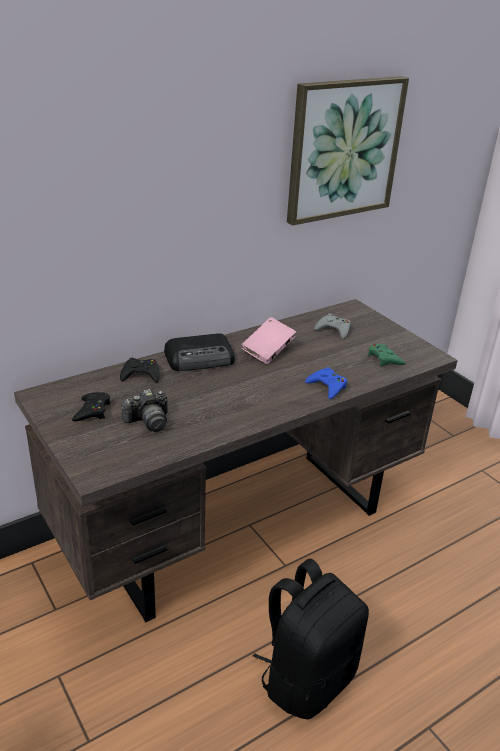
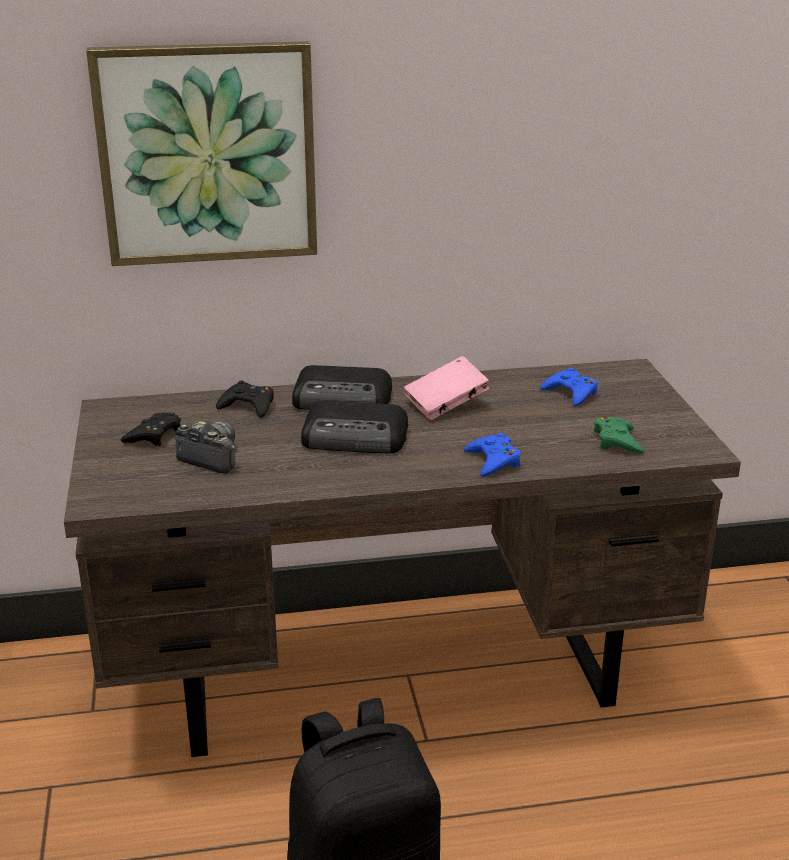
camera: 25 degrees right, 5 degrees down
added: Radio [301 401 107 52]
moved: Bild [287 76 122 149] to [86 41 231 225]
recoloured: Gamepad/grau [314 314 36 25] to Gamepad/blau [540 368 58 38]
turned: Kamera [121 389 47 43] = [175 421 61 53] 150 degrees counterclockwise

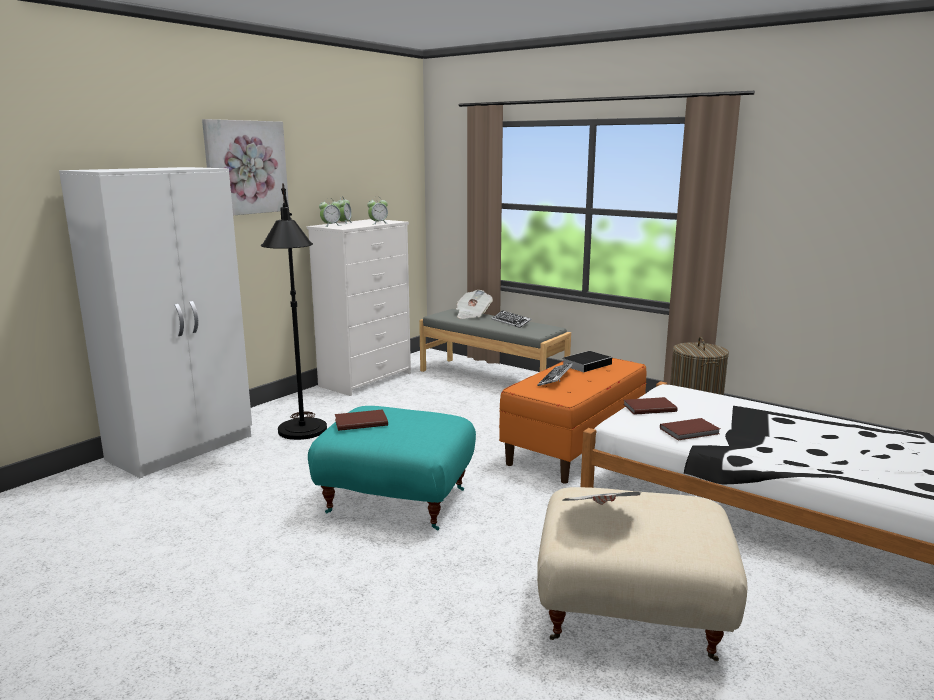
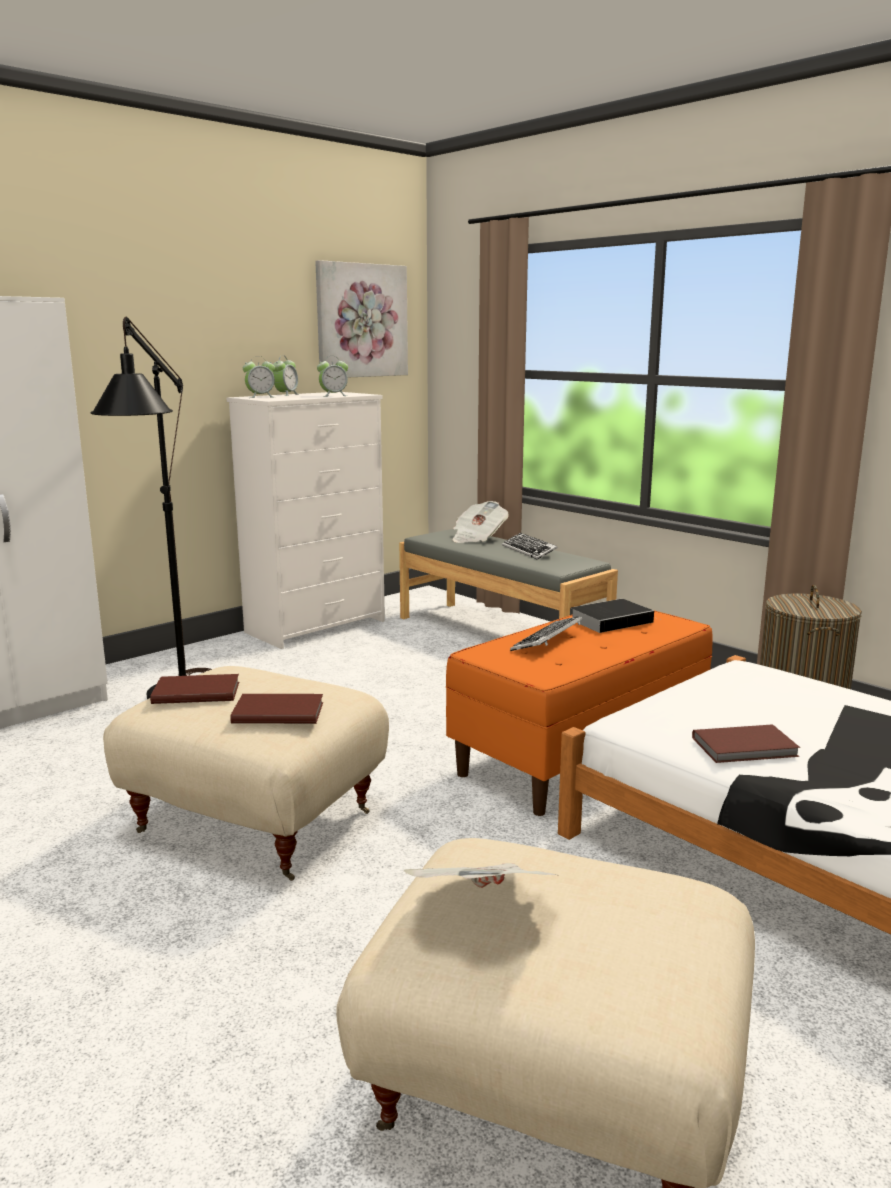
camera: 10 degrees right, 0 degrees up
moved: Bild [202 119 87 96] to [315 260 93 117]; Buch/braun [623 397 54 18] to [230 694 93 30]
recoloured: Polsterhocker/türkis [308 406 168 124] to Polsterhocker/beige [103 666 286 215]

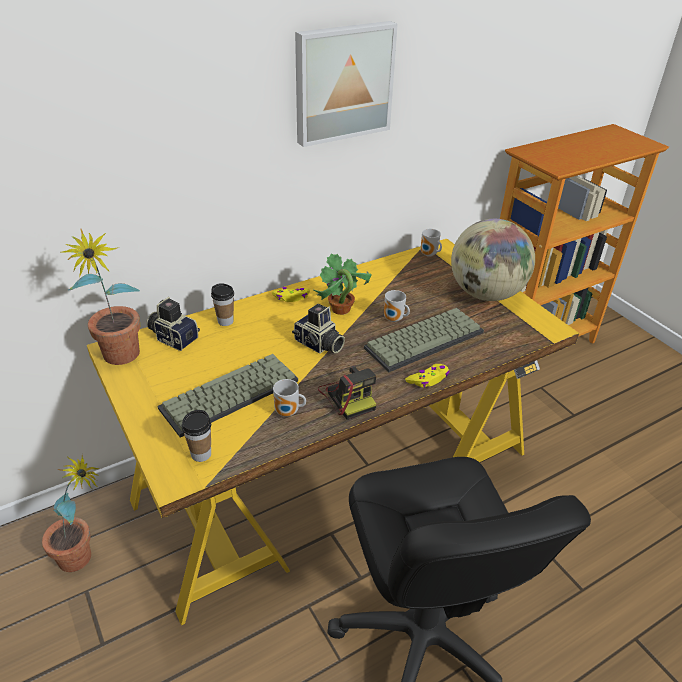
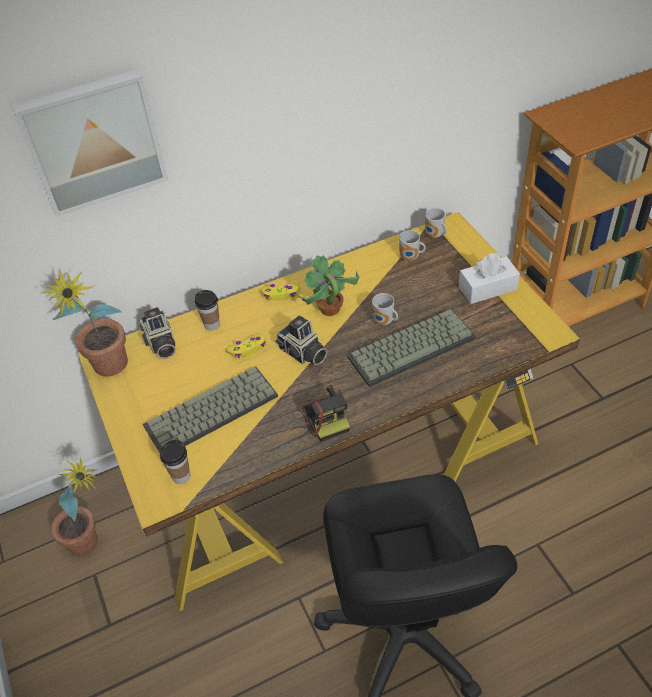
camera: 10 degrees right, 10 degrees up
moved: Bild [295 21 103 126] to [11 69 157 148]; Gamepad/gelb [405 364 45 23] to [225 333 41 25]; Henkelbecher [273 379 33 38] to [399 230 27 31]
replaced: Globus [451 219 84 82] to Taschentuchbox/weiß [459 253 61 51]
turned: Kamera [146 297 54 54] = [139 307 37 52] 150 degrees counterclockwise

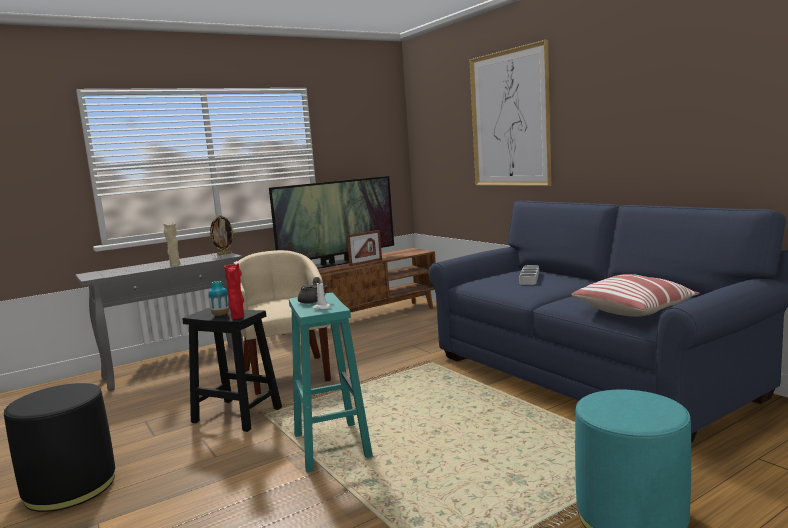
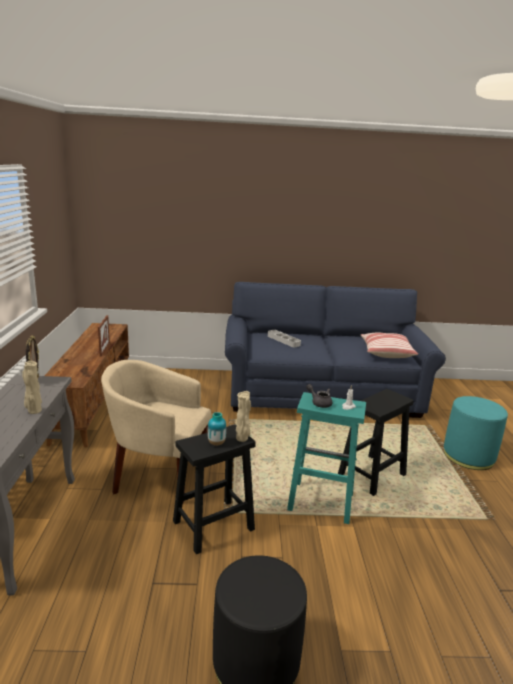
camera: 60 degrees left, 10 degrees up
removed: Bild [469 40 83 146]; Fernseher [269 176 125 93]
added: Hocker/schwarz [338 389 76 107]
recoloured: Vase/rot [224 263 20 56] to Vase/beige [236 391 15 51]

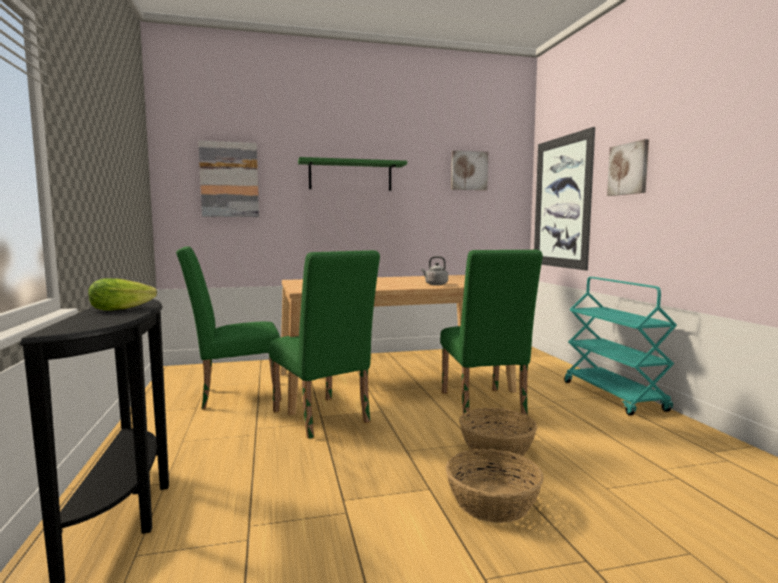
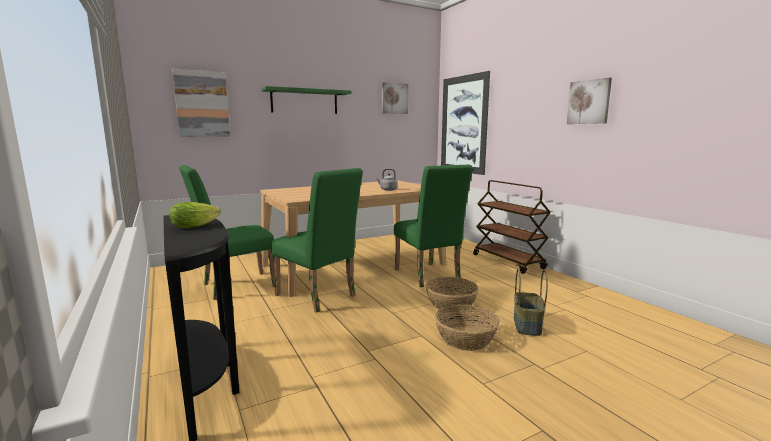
camera: 15 degrees left, 5 degrees up
added: Korb [514 269 34 67]
moved: Bild [607 139 42 57] to [567 78 45 46]
recoloured: Rollwagen/türkis [564 277 113 139] to Rollwagen/braun [473 180 78 94]

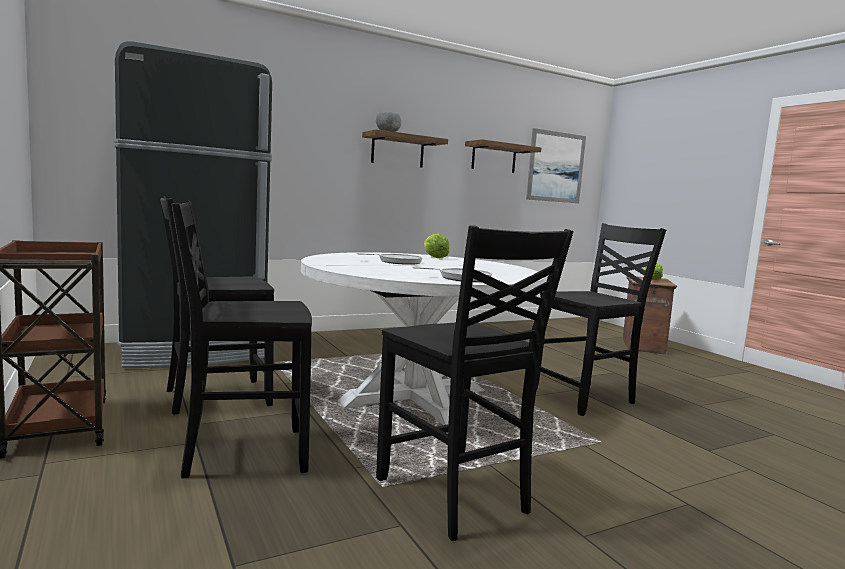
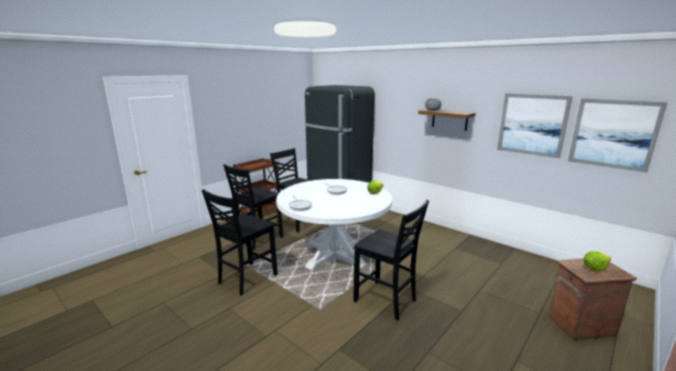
camera: 70 degrees right, 10 degrees up
replaced: Wandregal [465 139 77 34] to Bild [497 93 76 65]
turned: Stuhl/schwarz [171 201 141 278] = [223 164 60 86] 105 degrees counterclockwise

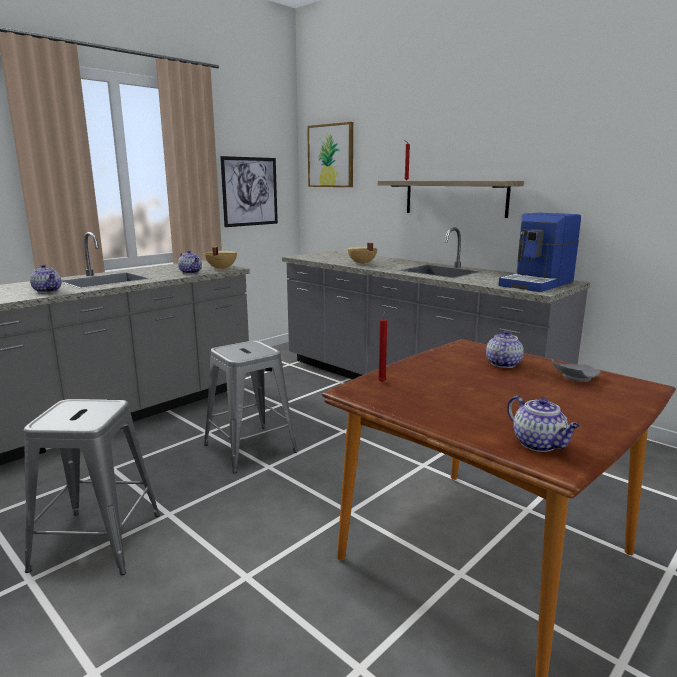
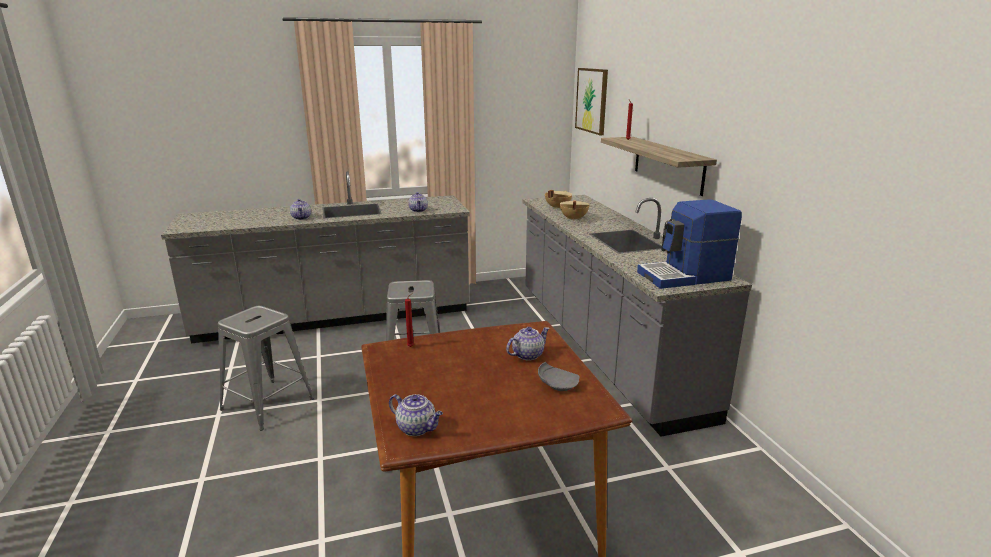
camera: 30 degrees right, 5 degrees up
removed: Bild [220 156 58 71]
moved: Kochtopf/beige [205 247 32 23] to [545 190 27 19]
turned: Teekanne [507 396 73 56] = [389 394 54 42] 60 degrees counterclockwise

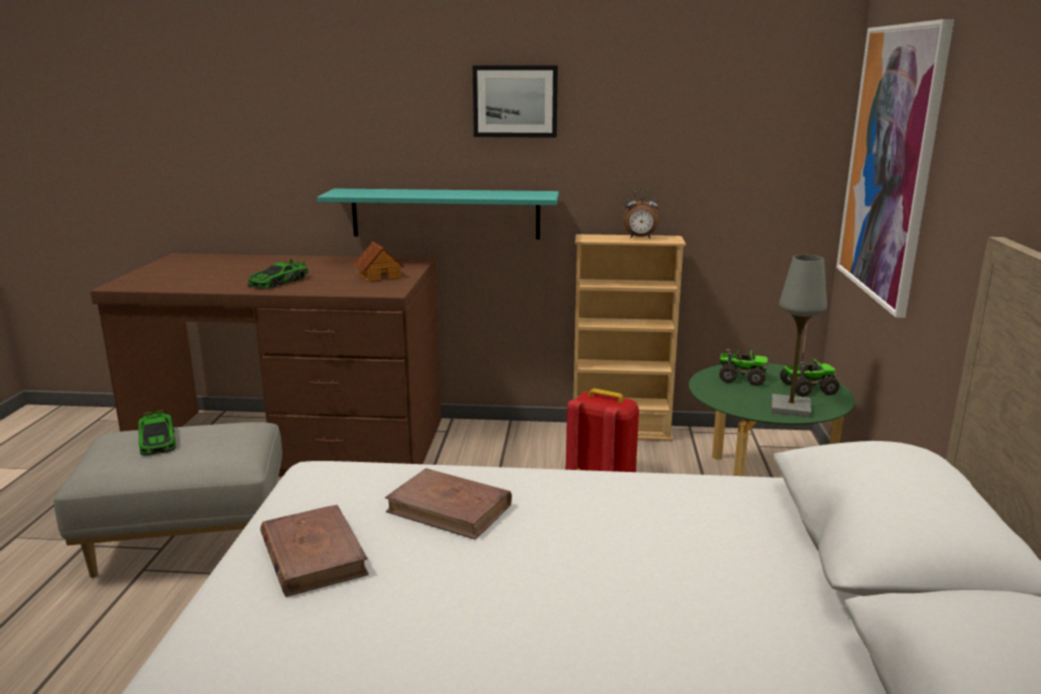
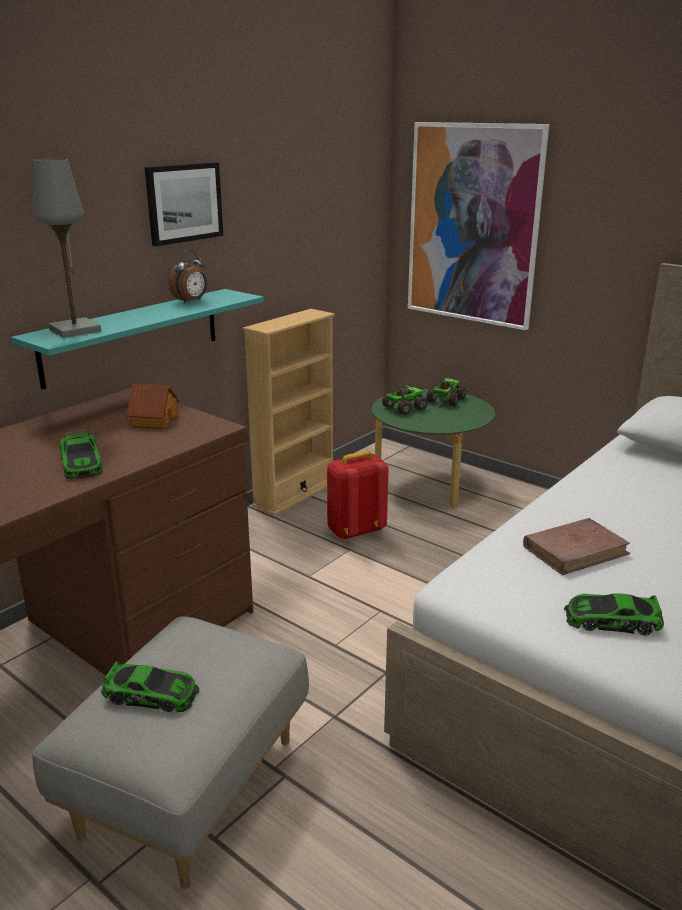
camera: 55 degrees left, 5 degrees up
moved: Wecker [623 190 36 48] to [169 250 38 54]; Tischlampe/grau [771 255 56 163] to [33 159 68 179]
replaced: Buch/braun [260 505 109 92] to Spielzeugauto [564 593 100 43]

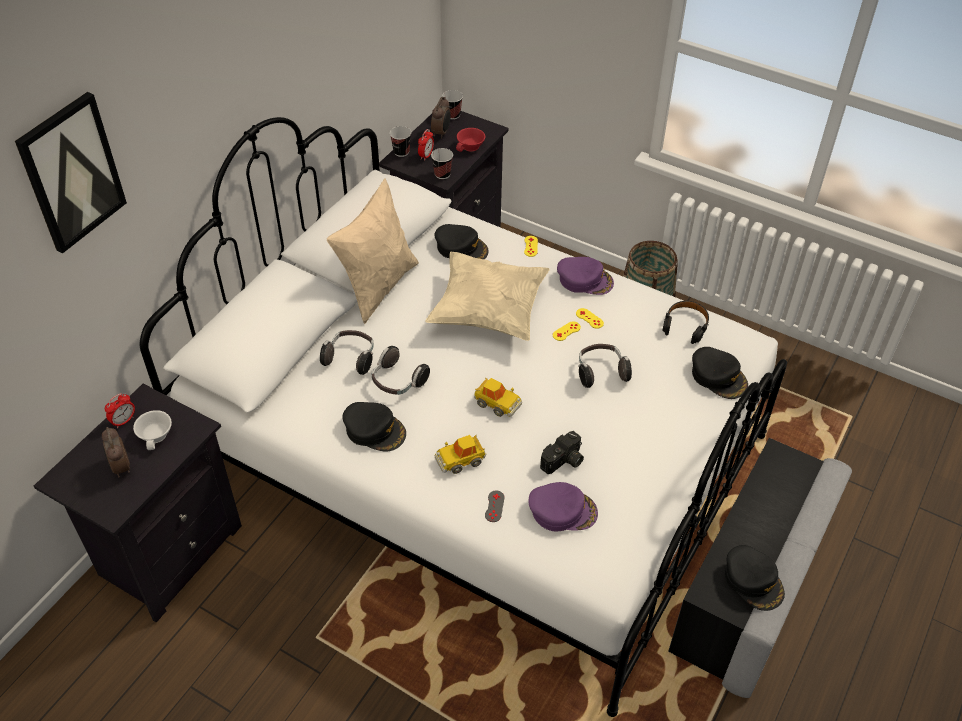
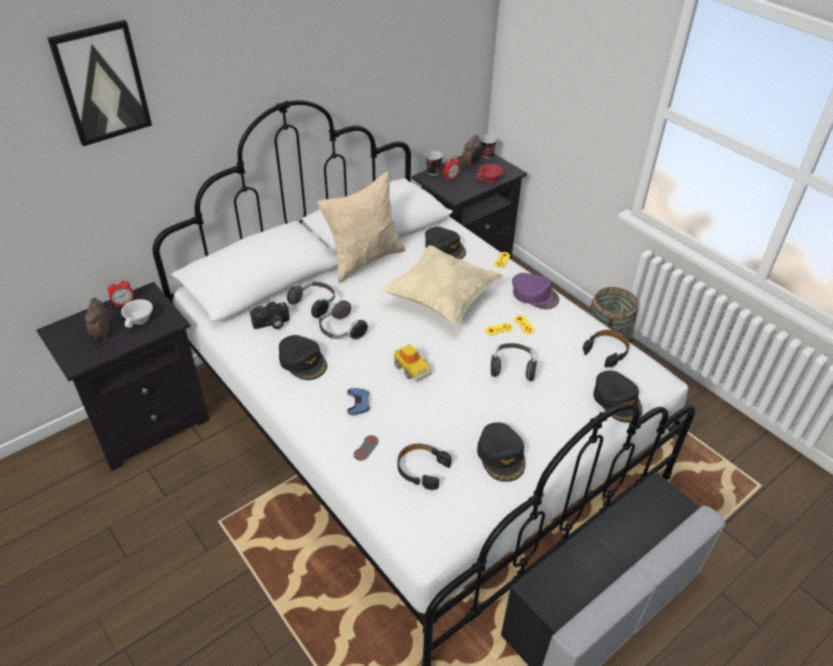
camera: 20 degrees right, 5 degrees down
removed: Tasse [431 148 22 31]
moved: Kamera [540 431 44 43] to [250 302 40 27]; Kappe/schwarz [725 545 60 66] to [477 422 48 60]
replaced: Spielzeugauto [435 435 51 39] to Gamepad/blau [347 388 22 27]; Kappe/lila [529 482 69 50] to Kopfhörer/schwarz [398 444 54 46]

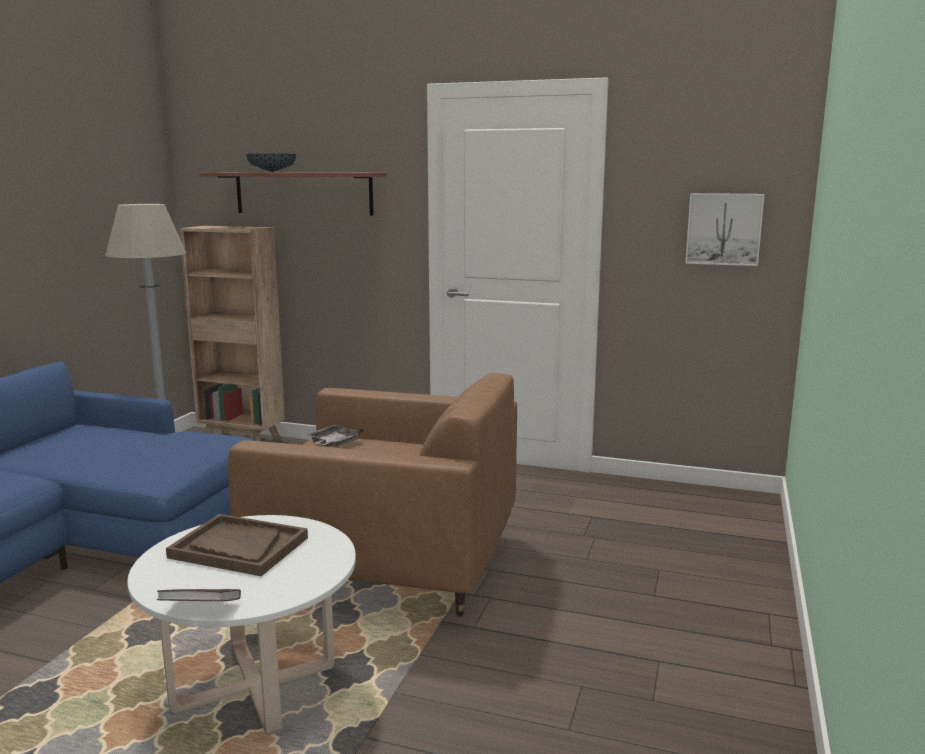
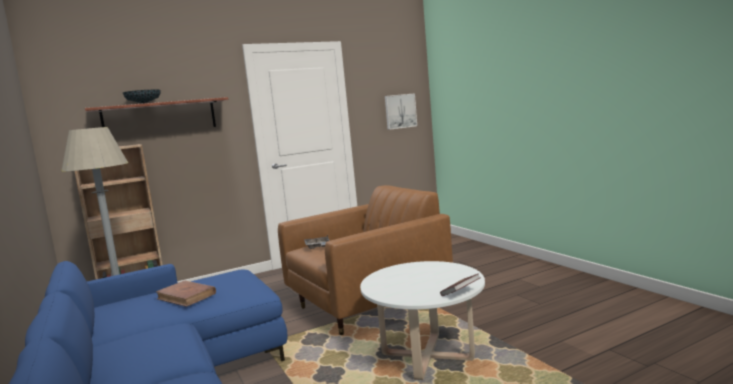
camera: 45 degrees left, 5 degrees down
removed: Tablett/braun [166 514 142 62]
added: Buch/braun [156 280 60 27]

